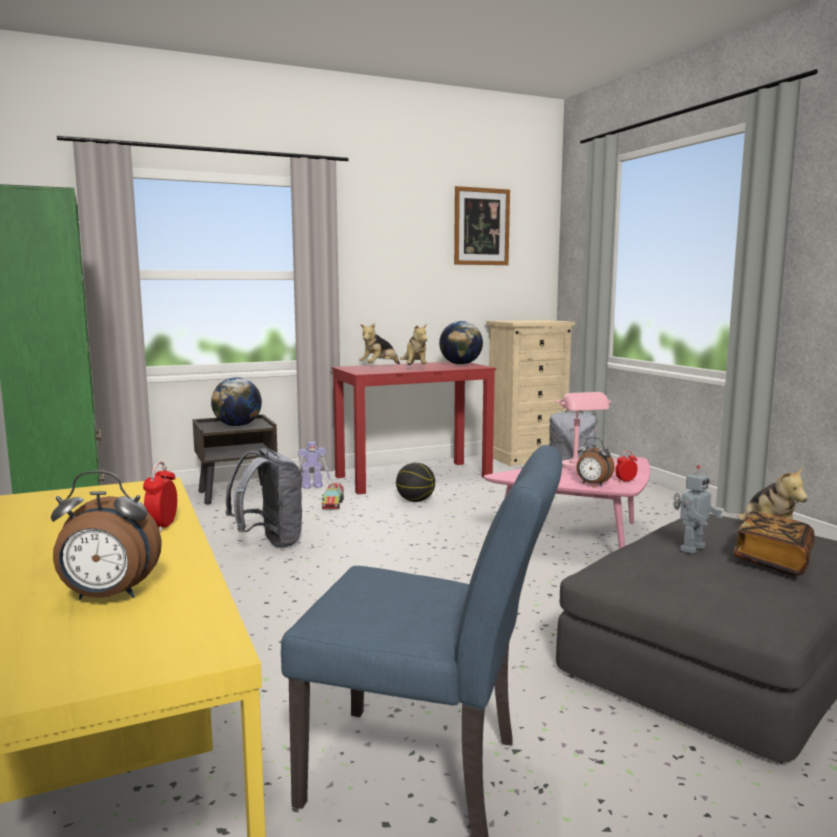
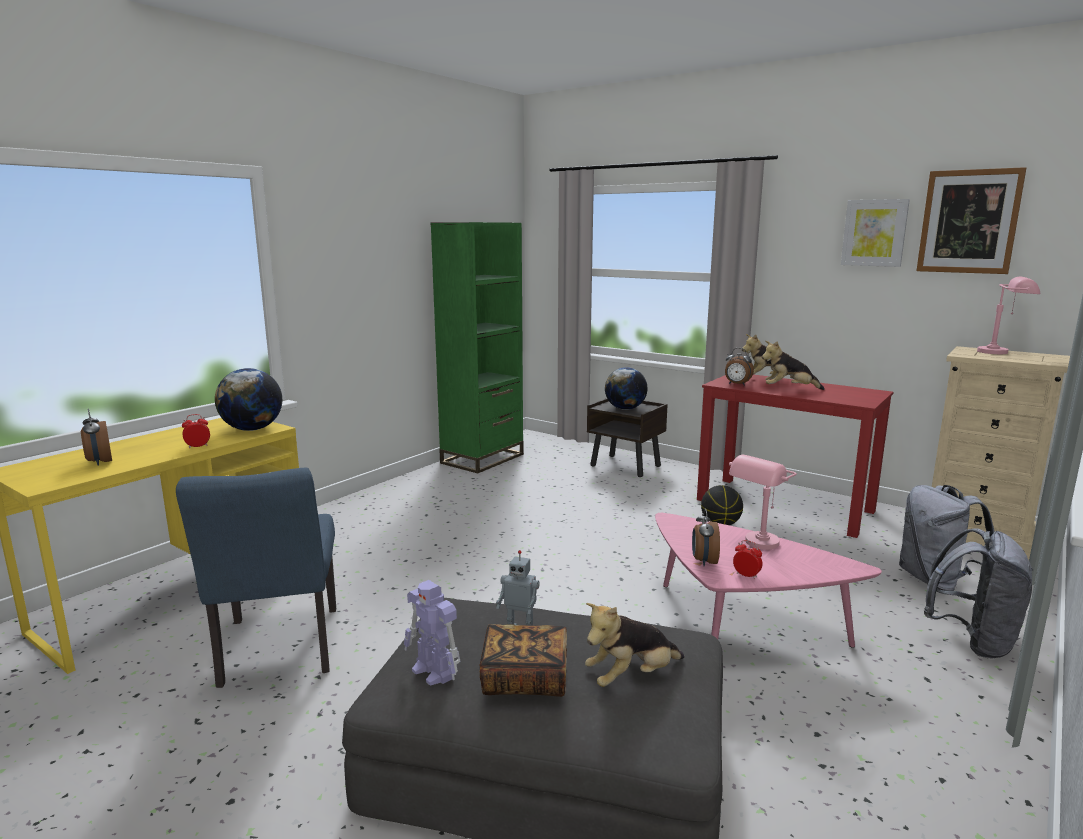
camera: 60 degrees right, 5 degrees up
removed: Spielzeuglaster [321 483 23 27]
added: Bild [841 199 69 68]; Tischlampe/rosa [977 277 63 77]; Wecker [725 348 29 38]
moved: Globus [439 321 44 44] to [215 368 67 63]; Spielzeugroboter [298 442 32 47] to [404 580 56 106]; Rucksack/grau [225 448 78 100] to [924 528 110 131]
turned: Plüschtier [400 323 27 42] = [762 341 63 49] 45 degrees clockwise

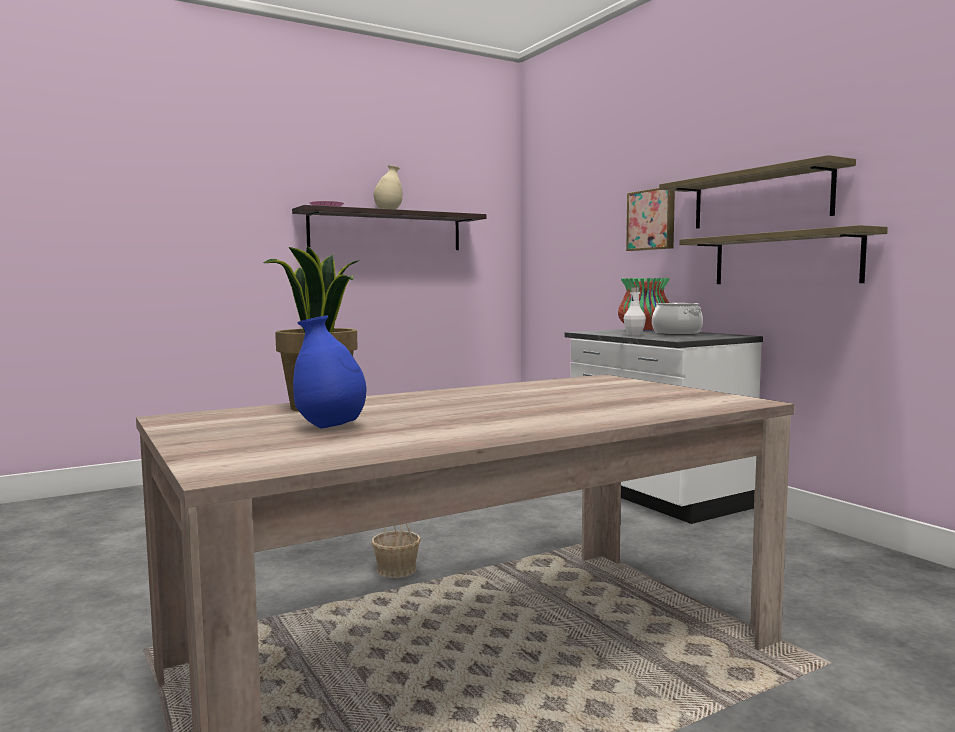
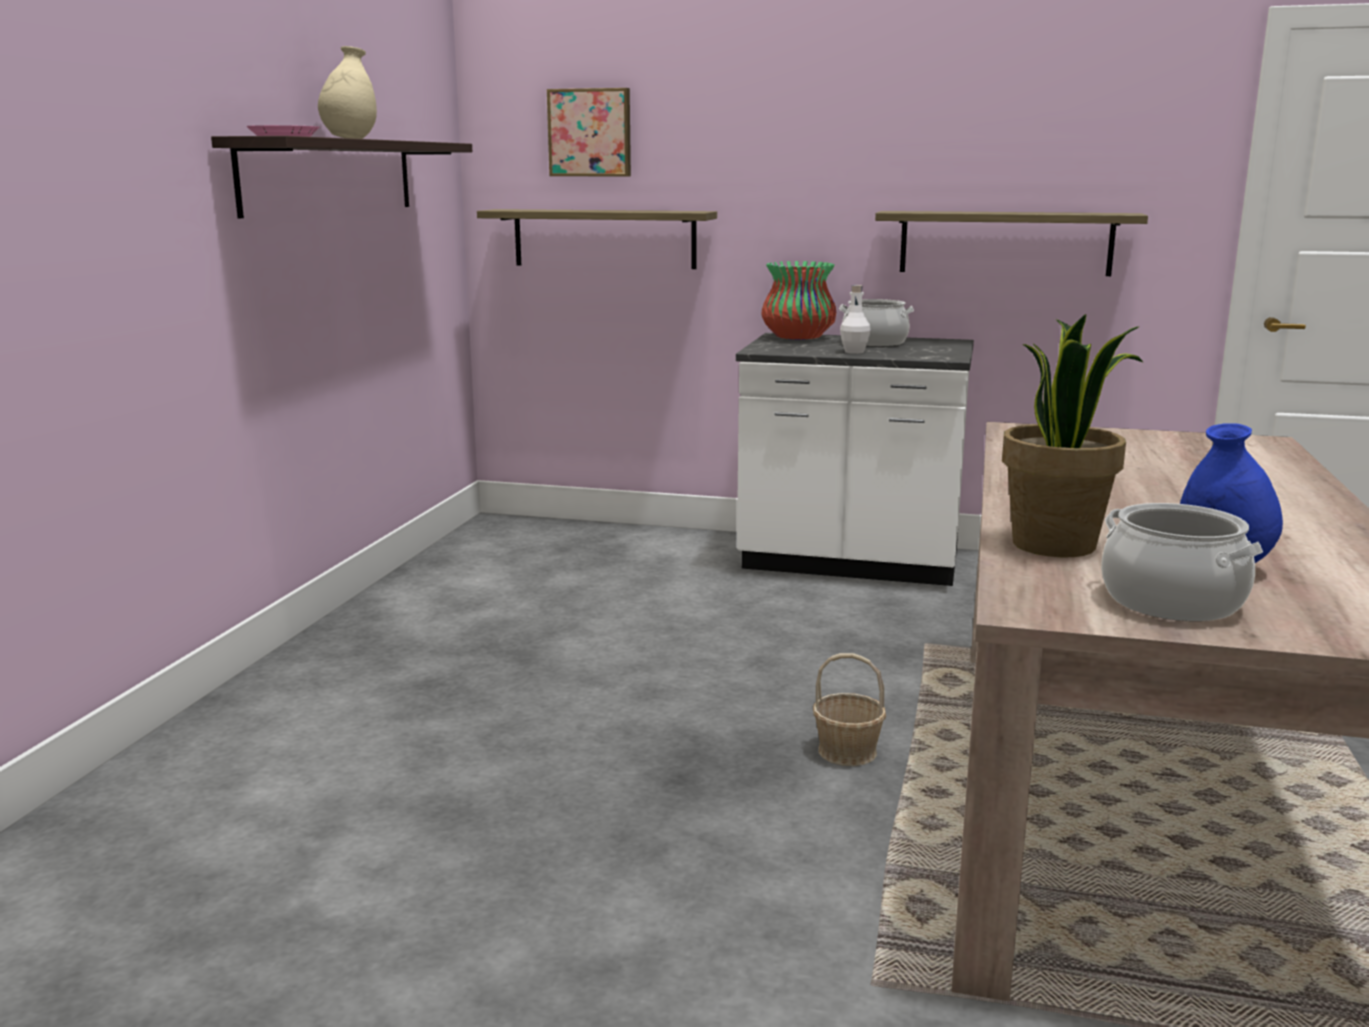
camera: 45 degrees left, 10 degrees up
added: Kochtopf [1101 503 162 118]
moved: Wandregal [659 155 197 74] to [477 209 240 60]; Bild [626 188 49 63] to [547 88 84 88]

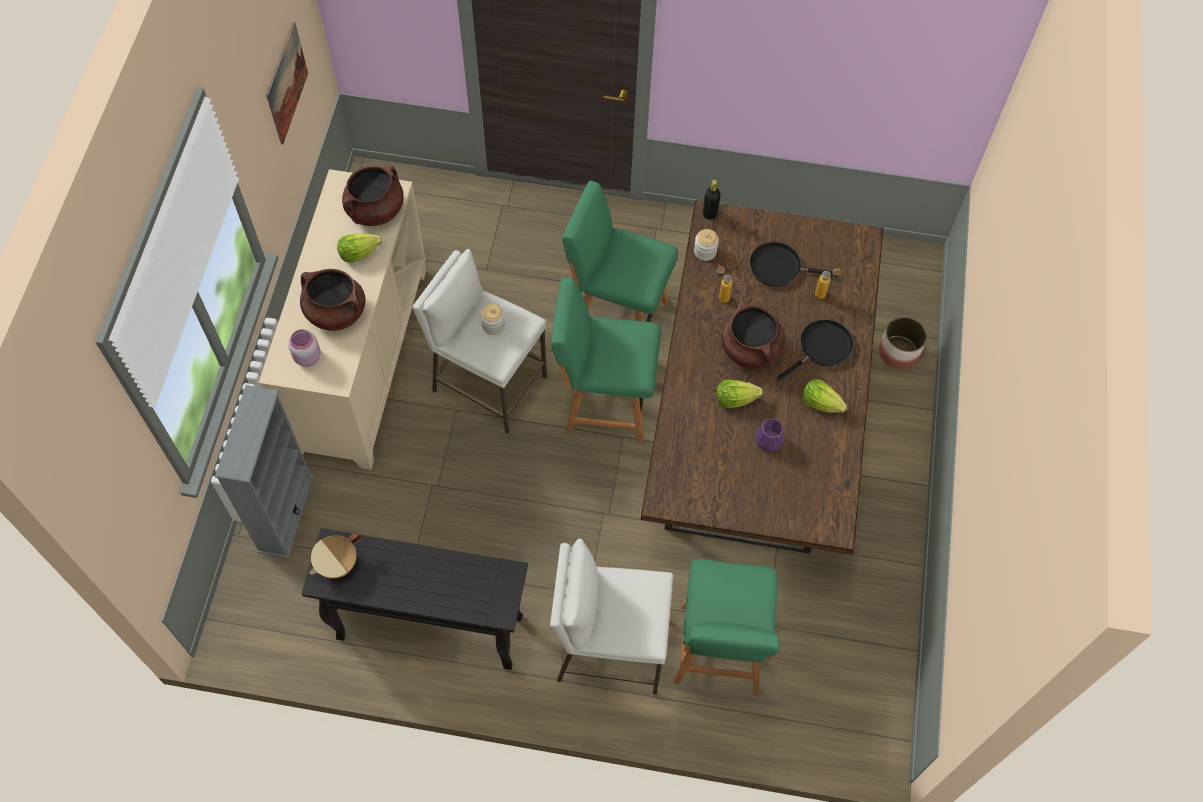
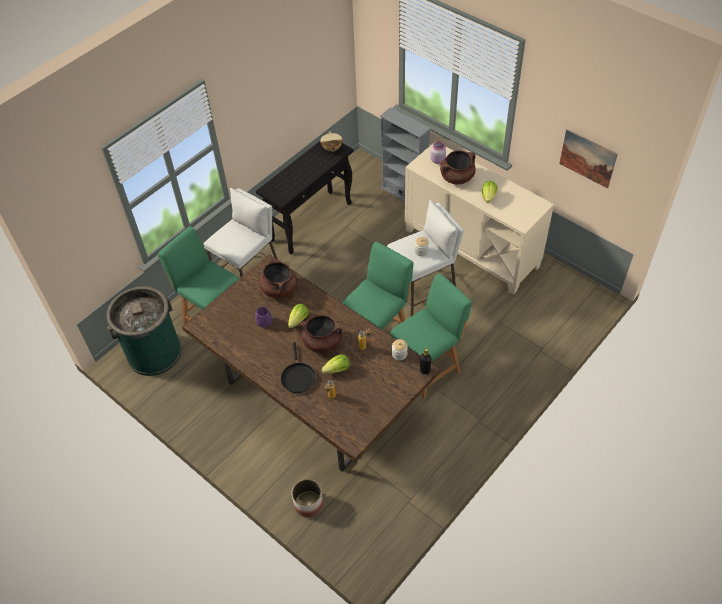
camera: 125 degrees right, 10 degrees down
removed: Pfanne/schwarz [749 242 84 44]
added: Mülleimer/grün [107 286 75 90]
moved: Kochtopf/braun [342 165 62 61] to [259 258 38 41]; Salatkopf [802 380 45 33] to [321 354 29 20]

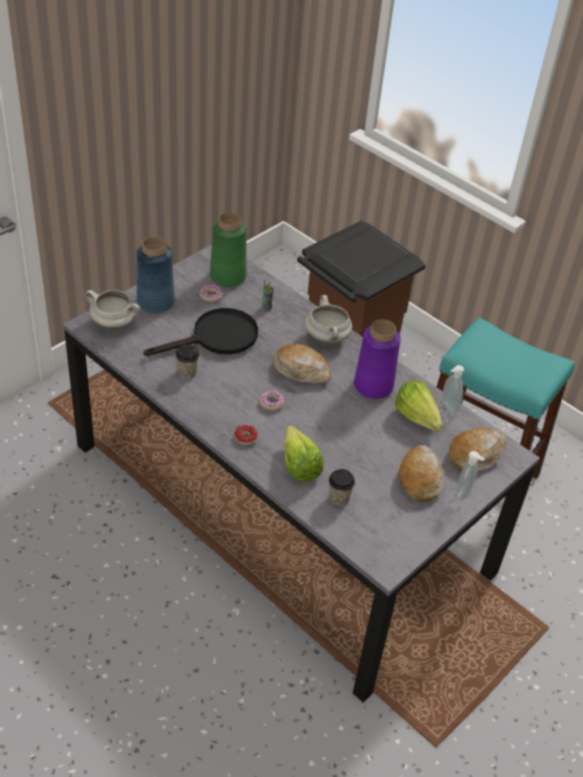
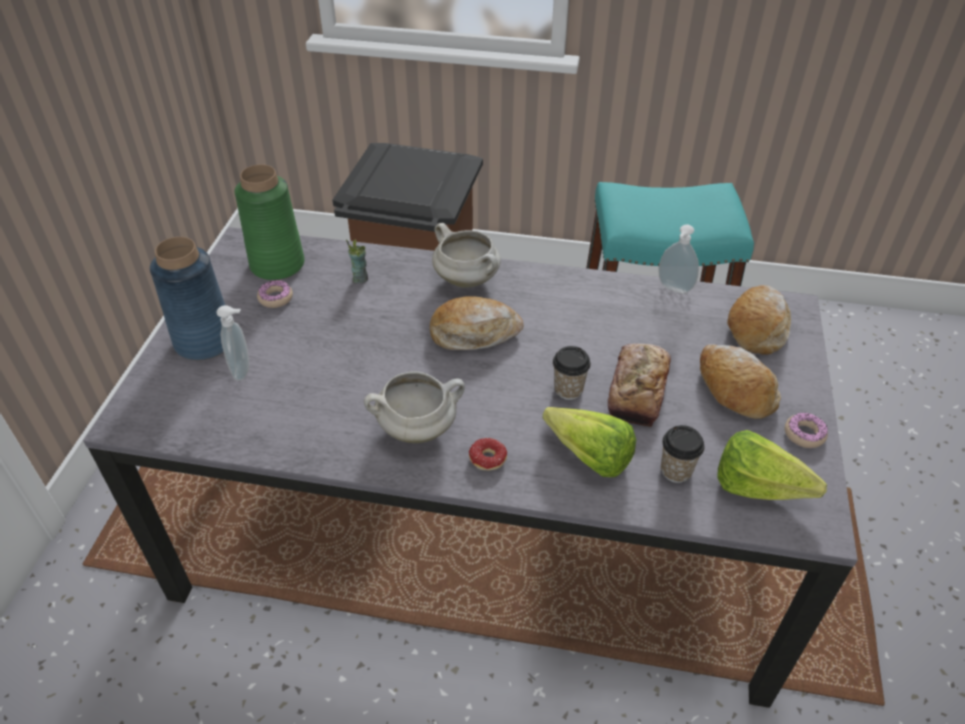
camera: 30 degrees left, 0 degrees up
removed: Pfanne/schwarz [144 308 114 48]; Vase/lila [354 320 47 79]
added: Brot [608 344 63 83]
moved: Kochtopf/weiß [85 290 55 40] to [364 371 101 72]; Tasse [175 344 24 35] to [553 346 38 54]; Salatkopf [395 380 47 52] to [717 430 110 70]; Donut [259 390 26 21] to [785 412 43 36]; Seifenspender [457 451 28 49] to [216 305 33 76]

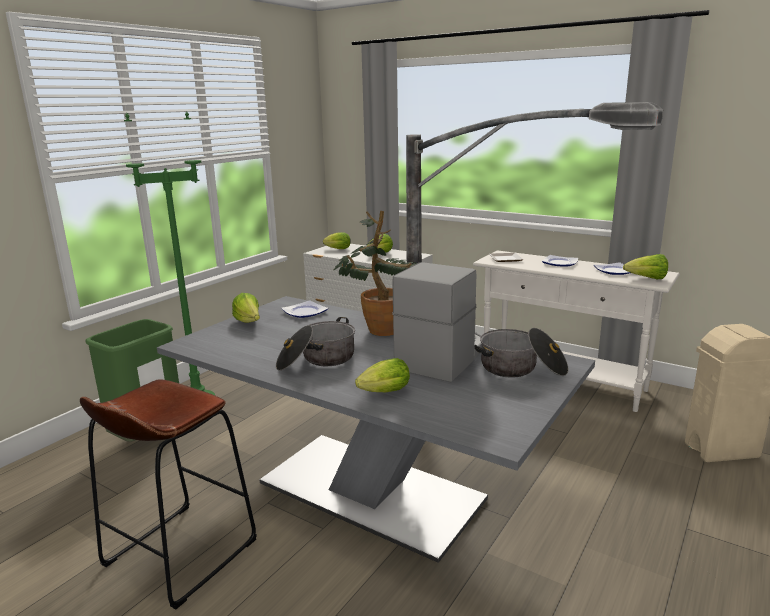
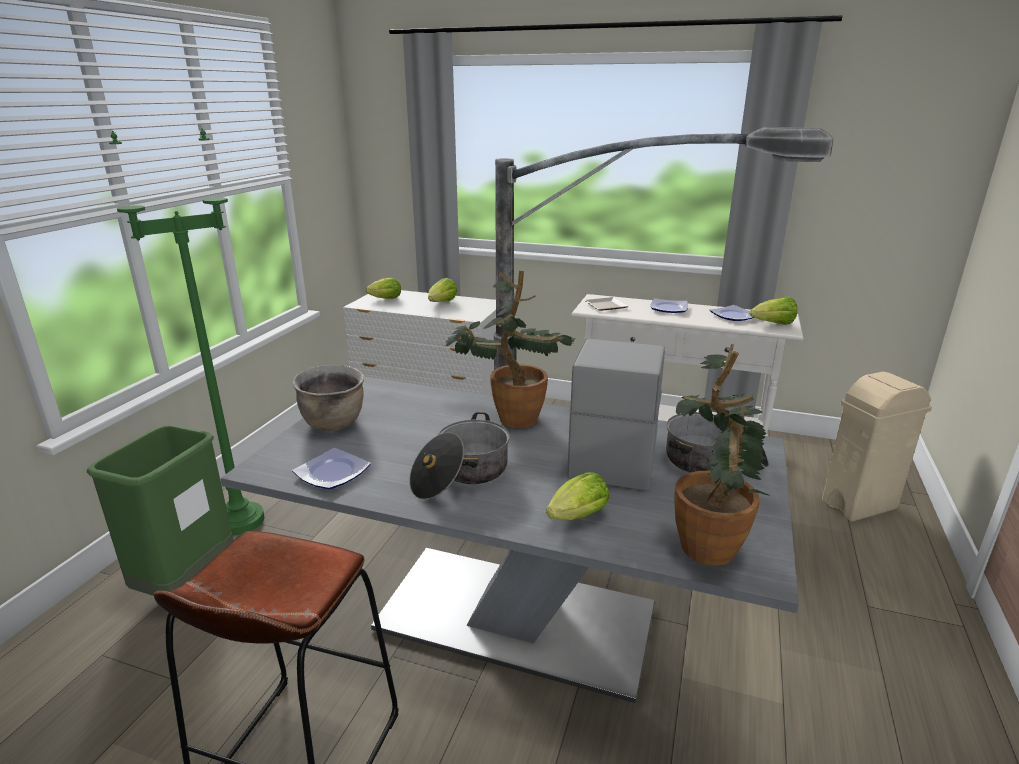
camera: 15 degrees left, 5 degrees up
added: Topfpflanze [674 344 96 222]
moved: Teller [281 300 47 18] to [292 448 79 42]
replaced: Salatkopf [232 293 28 30] to Kochtopf/braun [292 365 72 66]

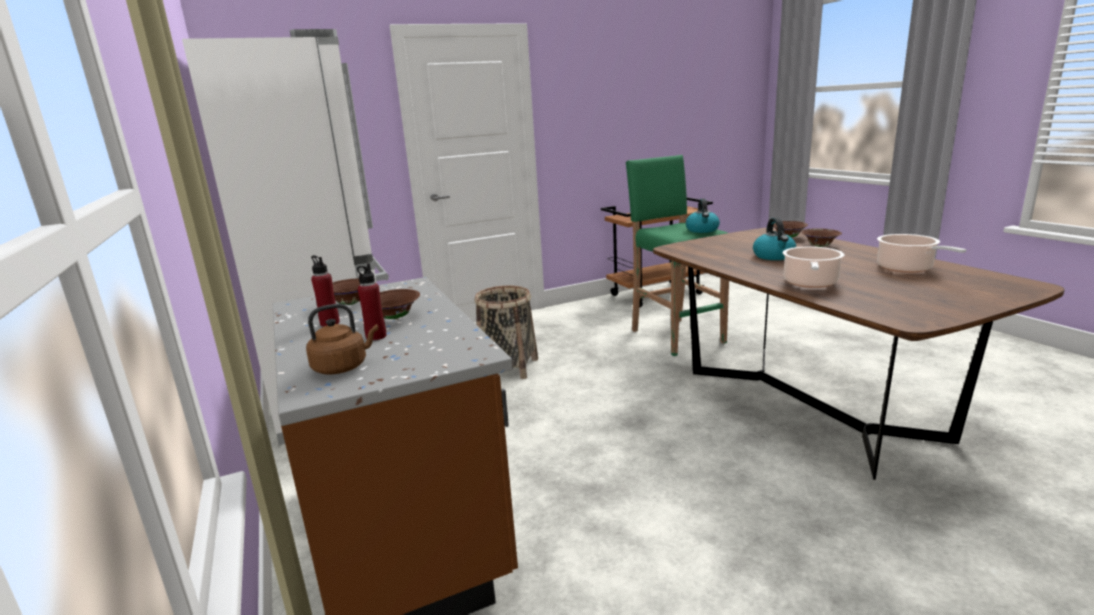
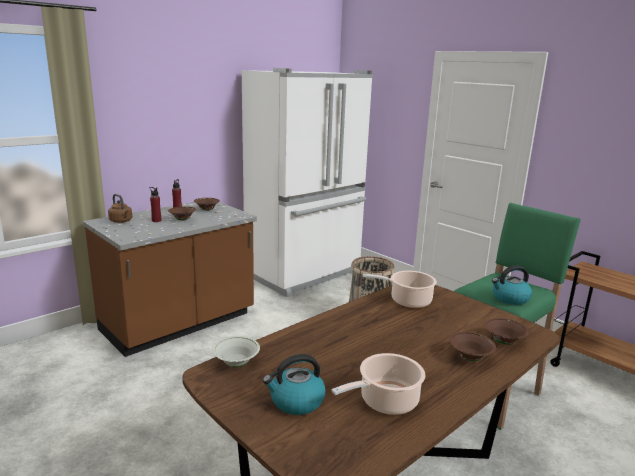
camera: 70 degrees right, 0 degrees up
added: Schüssel/weiß [212 336 48 31]
moved: Wasserkessel [753 218 43 42] to [263 354 63 61]; Kochtopf [782 247 63 41] to [363 271 74 37]

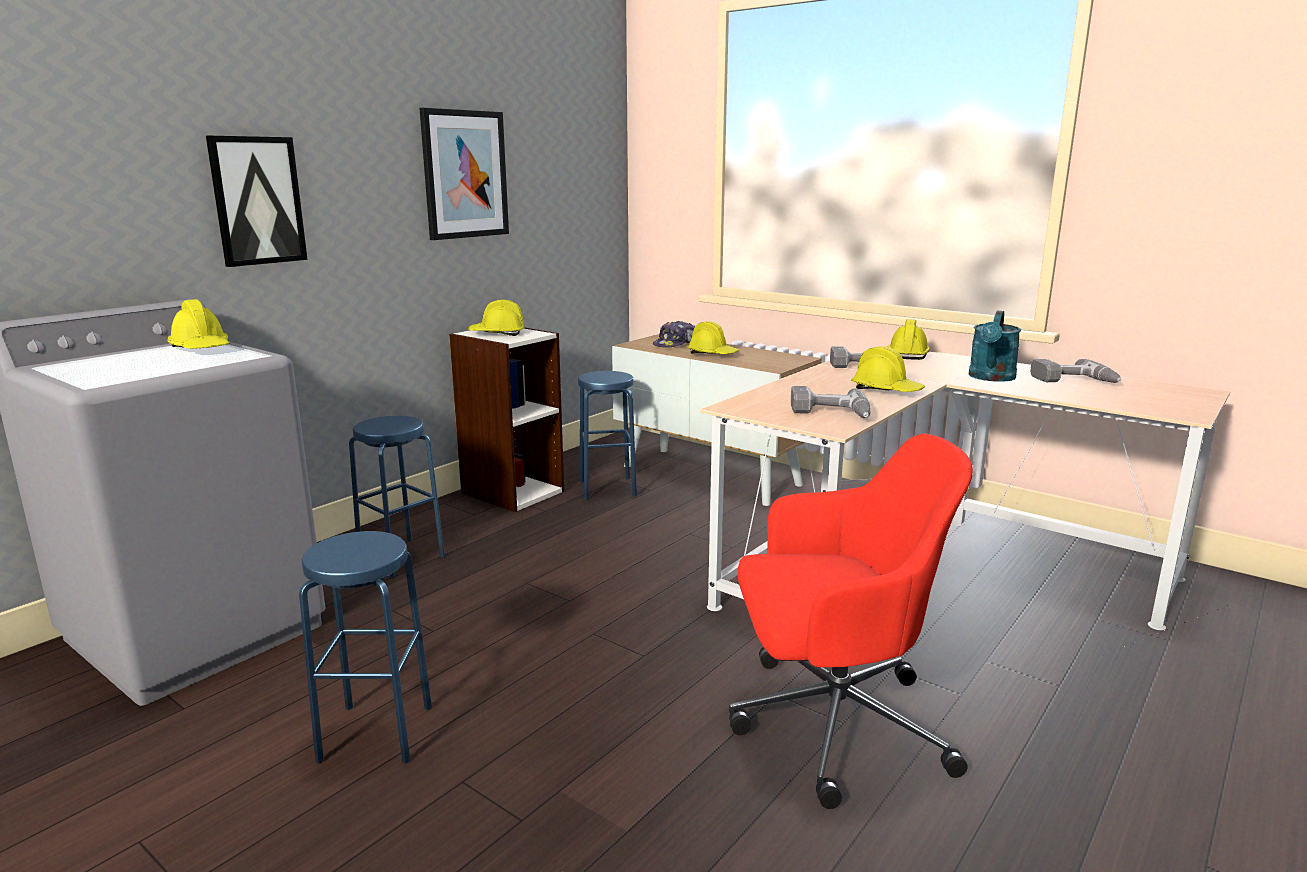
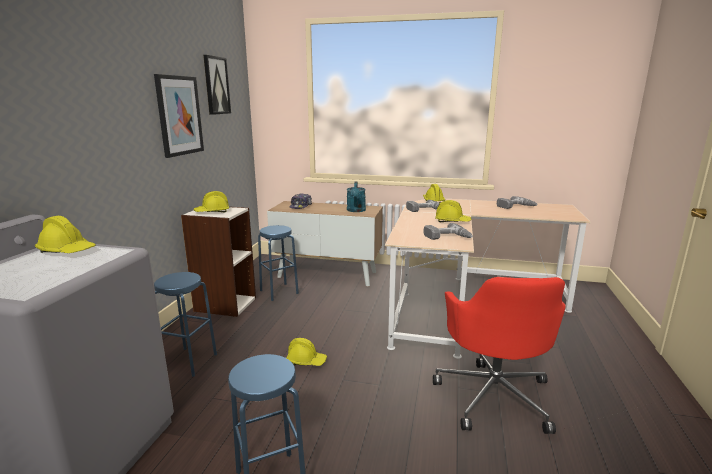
camera: 25 degrees left, 0 degrees up
moved: Bild [206 136 102 131] to [203 55 28 60]; Gießkanne/türkis [968 311 53 71] to [347 182 19 30]; Schutzhelm/gelb [687 321 52 33] to [286 338 41 28]
turned: Bürostuhl/rot [729 433 244 376] = [433 277 133 157] 120 degrees clockwise

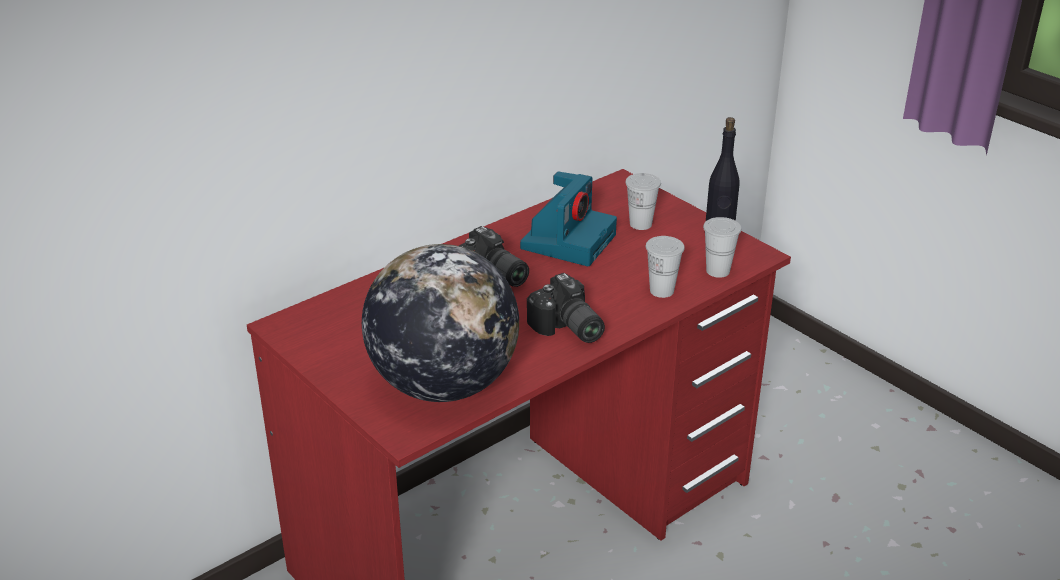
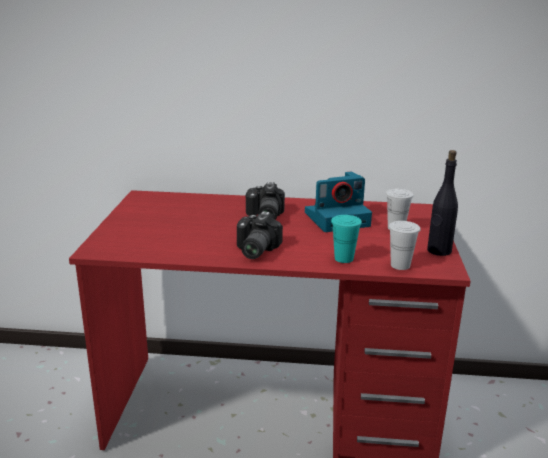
camera: 45 degrees right, 10 degrees down
removed: Globus [362 244 157 158]
recoloured: Tasse/weiß [646 236 39 62] to Tasse/türkis [331 215 31 48]

